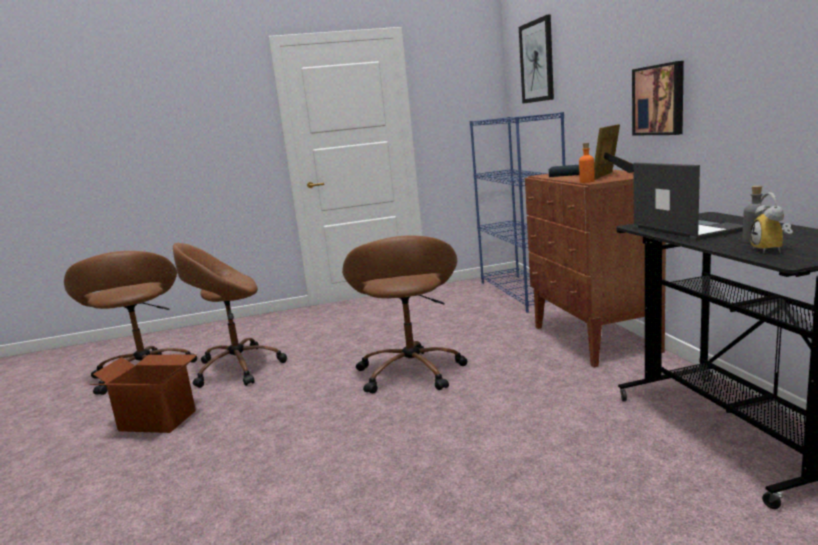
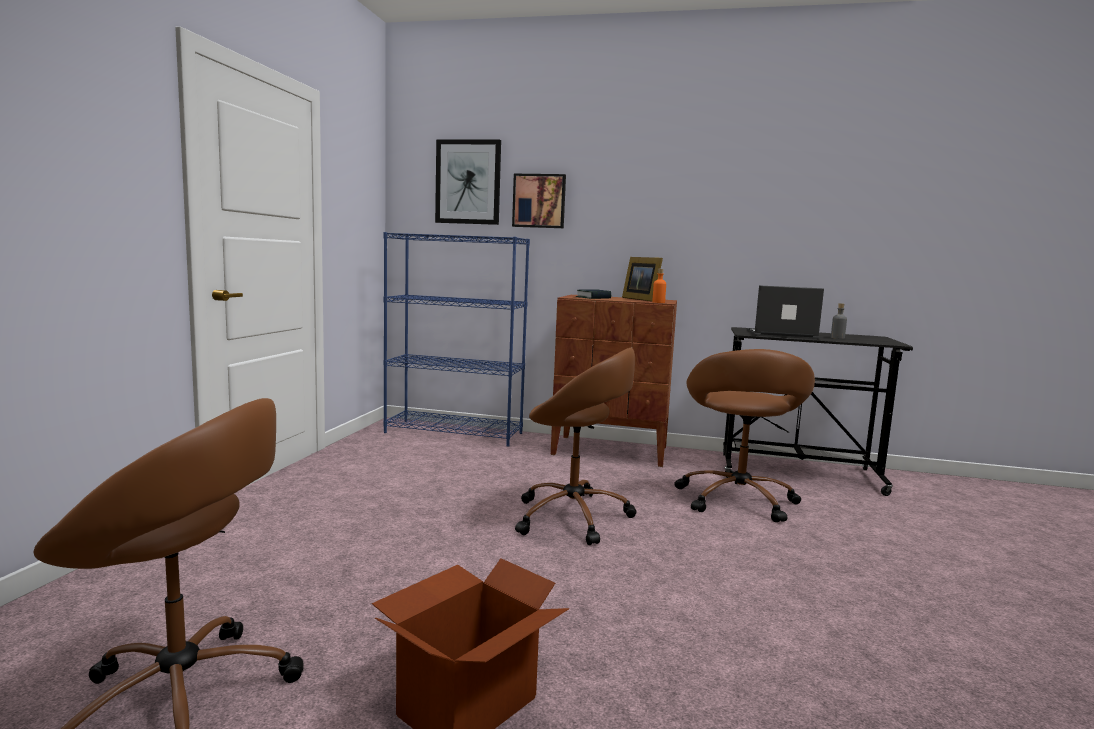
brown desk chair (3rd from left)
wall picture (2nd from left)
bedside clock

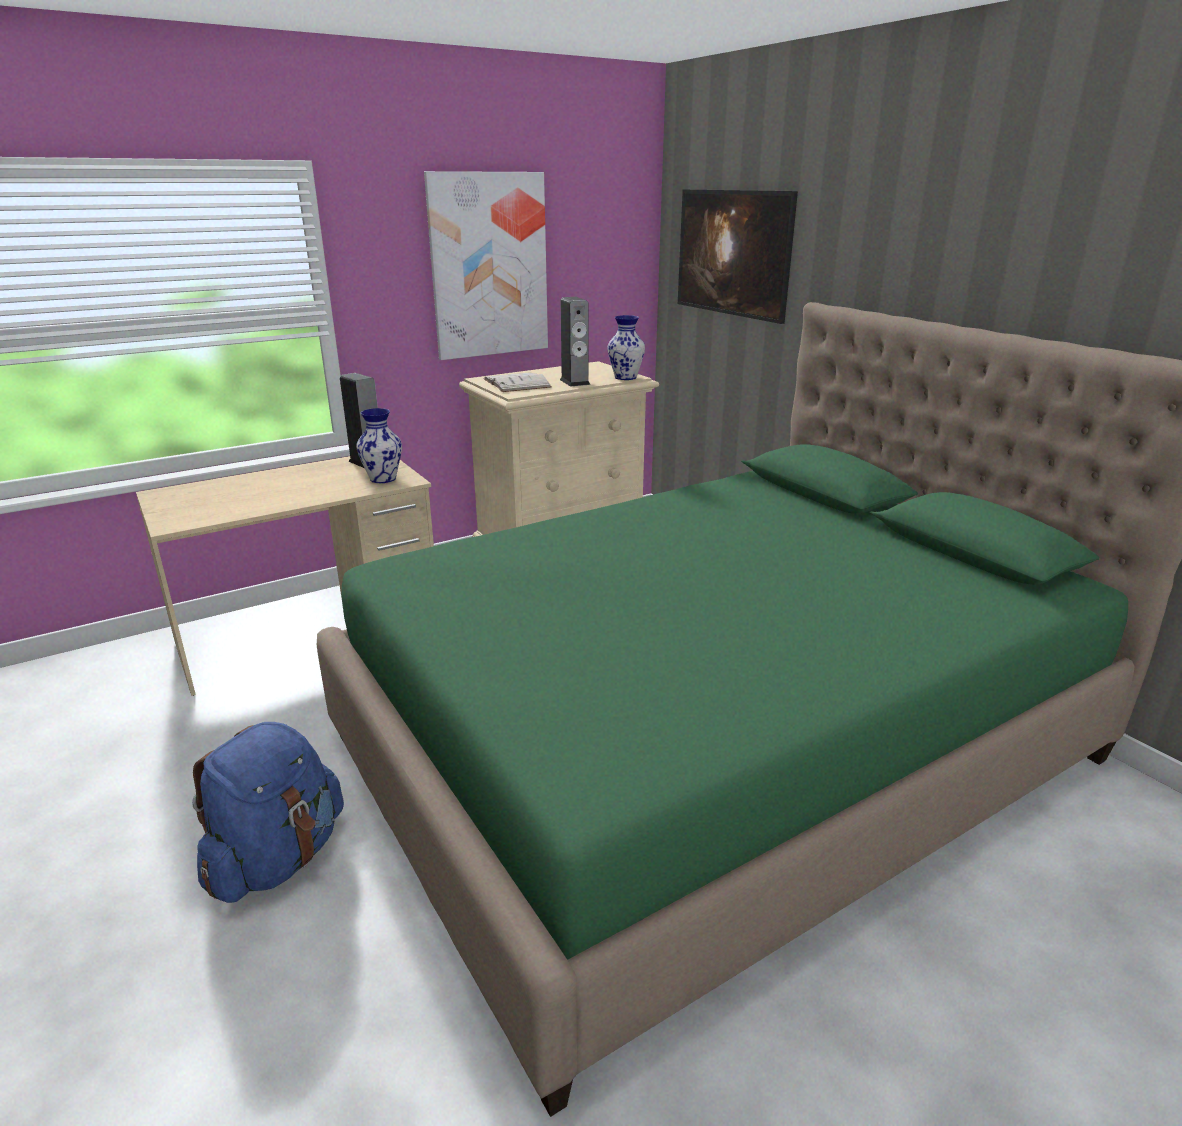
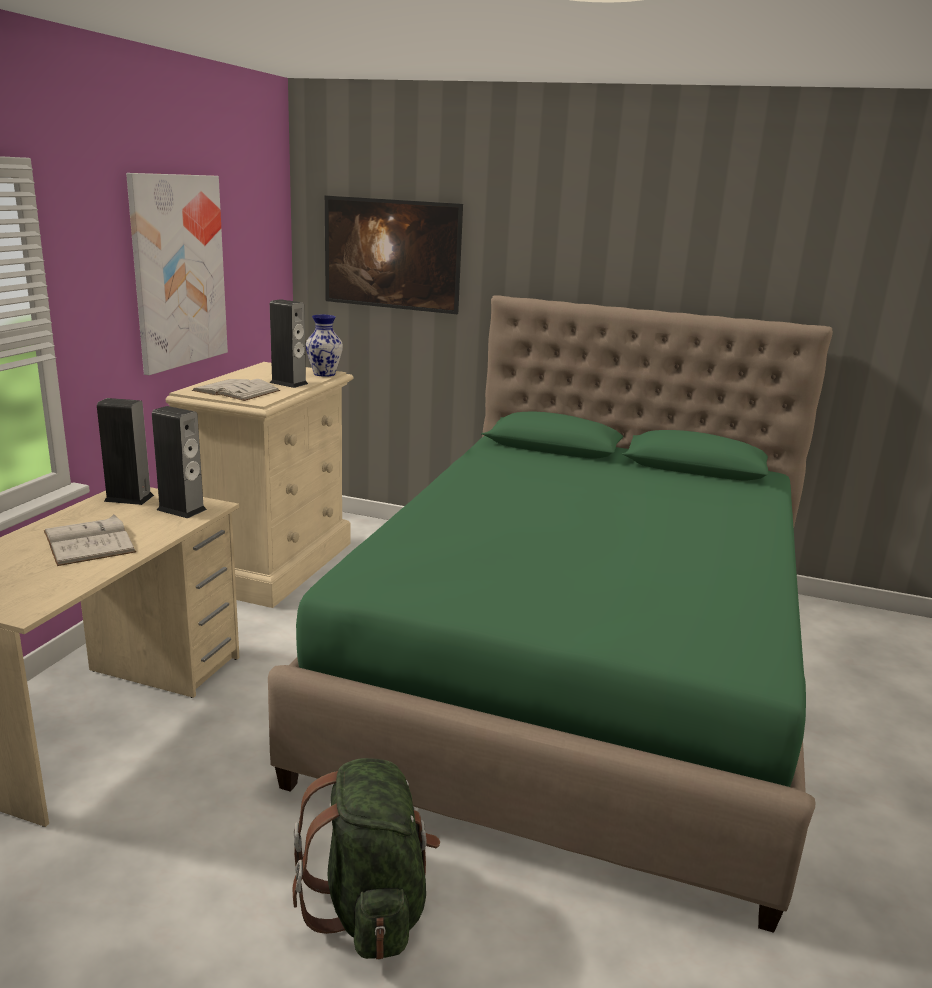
greenish rucksack
audio speaker (2nd from left)
whitish book (1st from left)

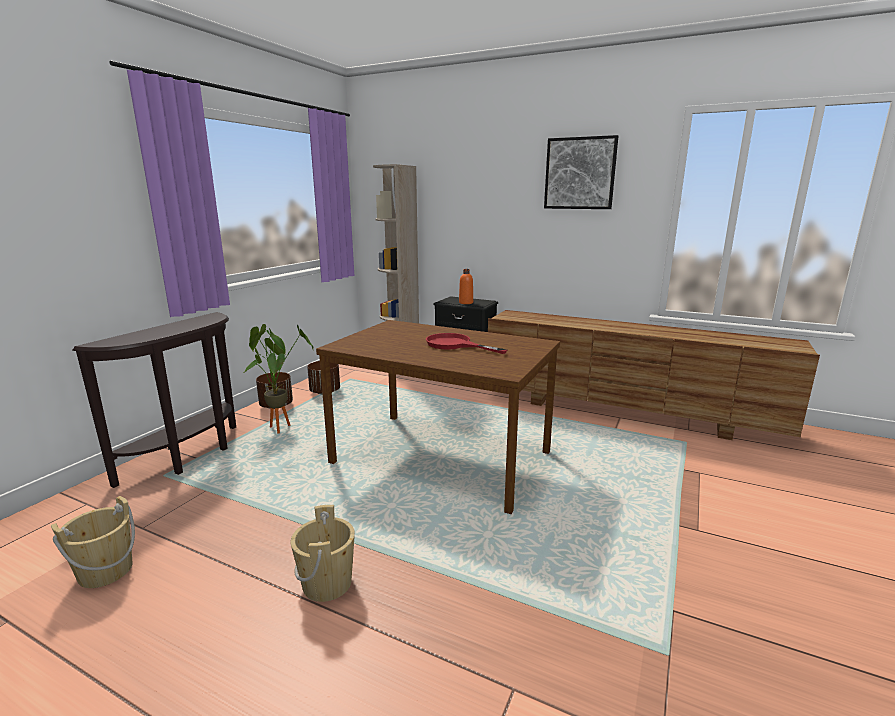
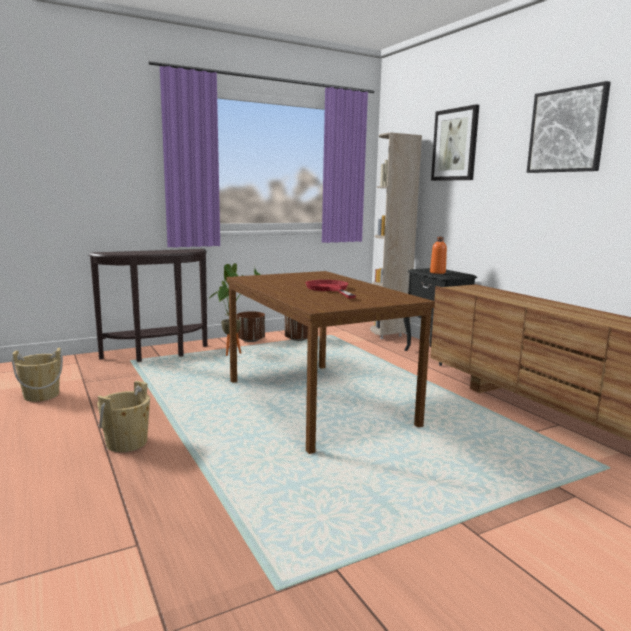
wall picture (1st from left)

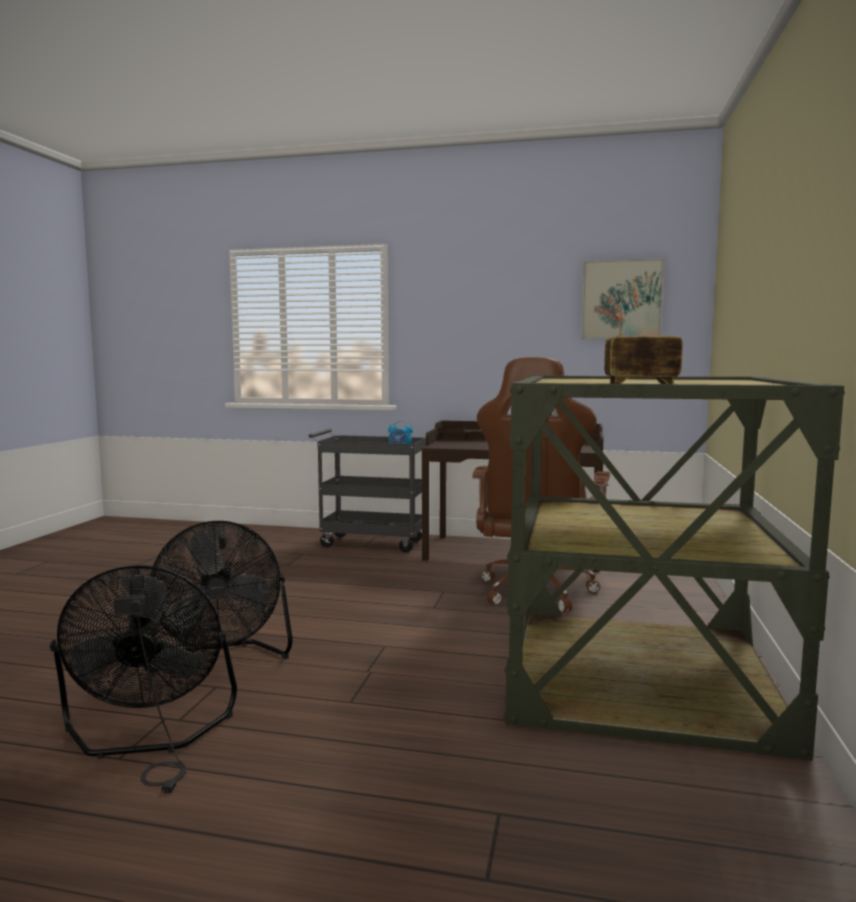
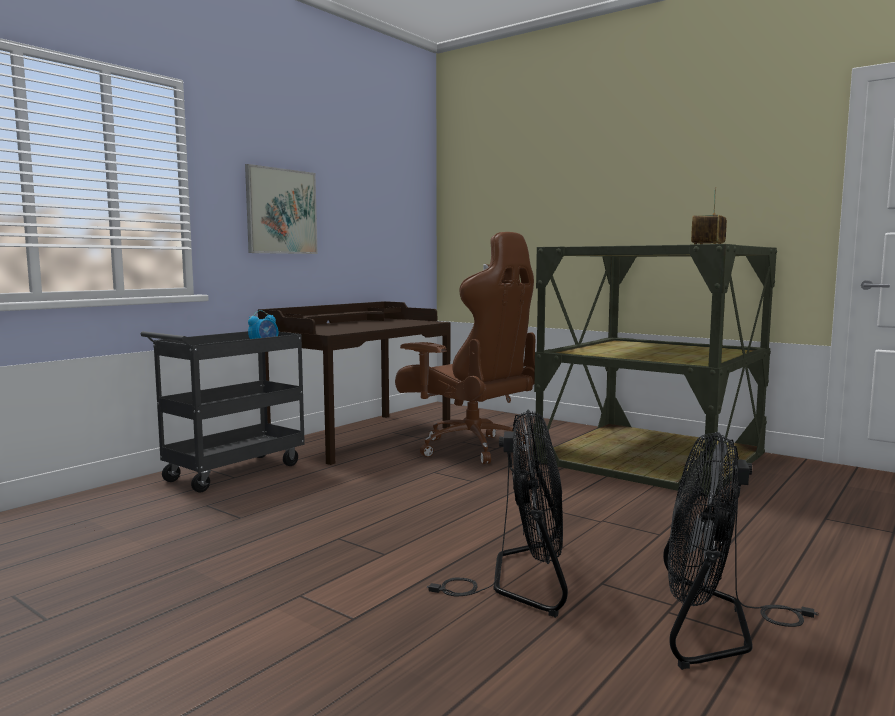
wall picture

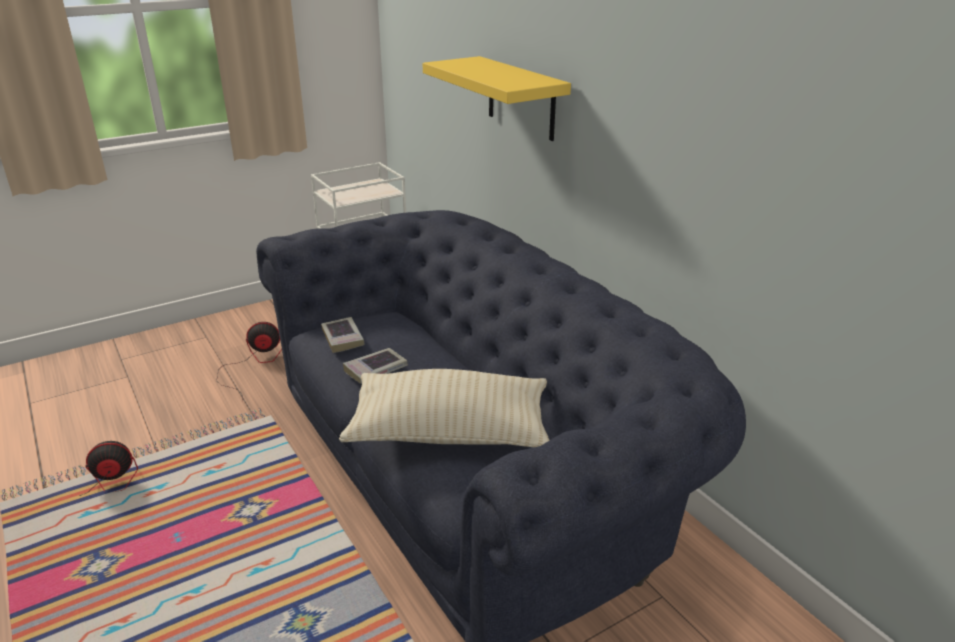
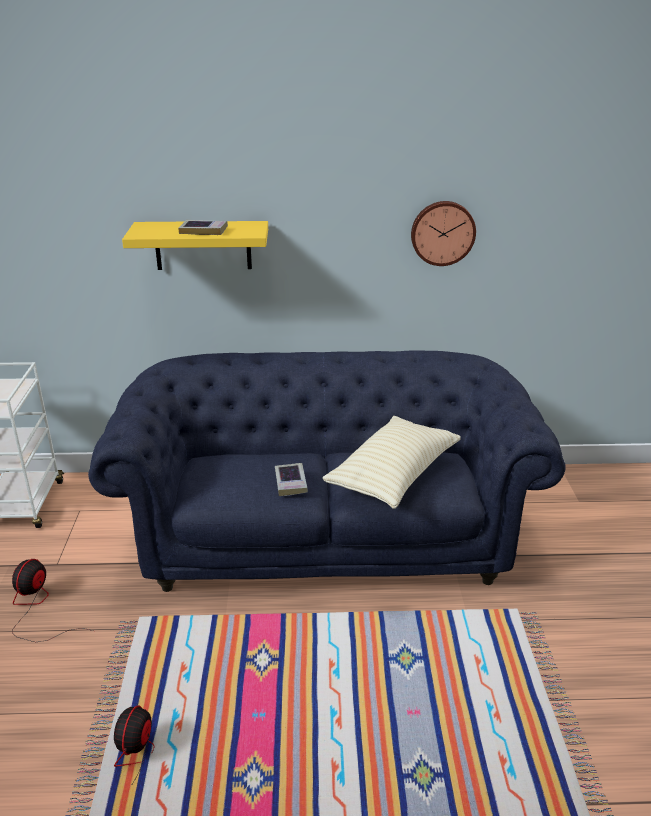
book (1st from left)
wall clock

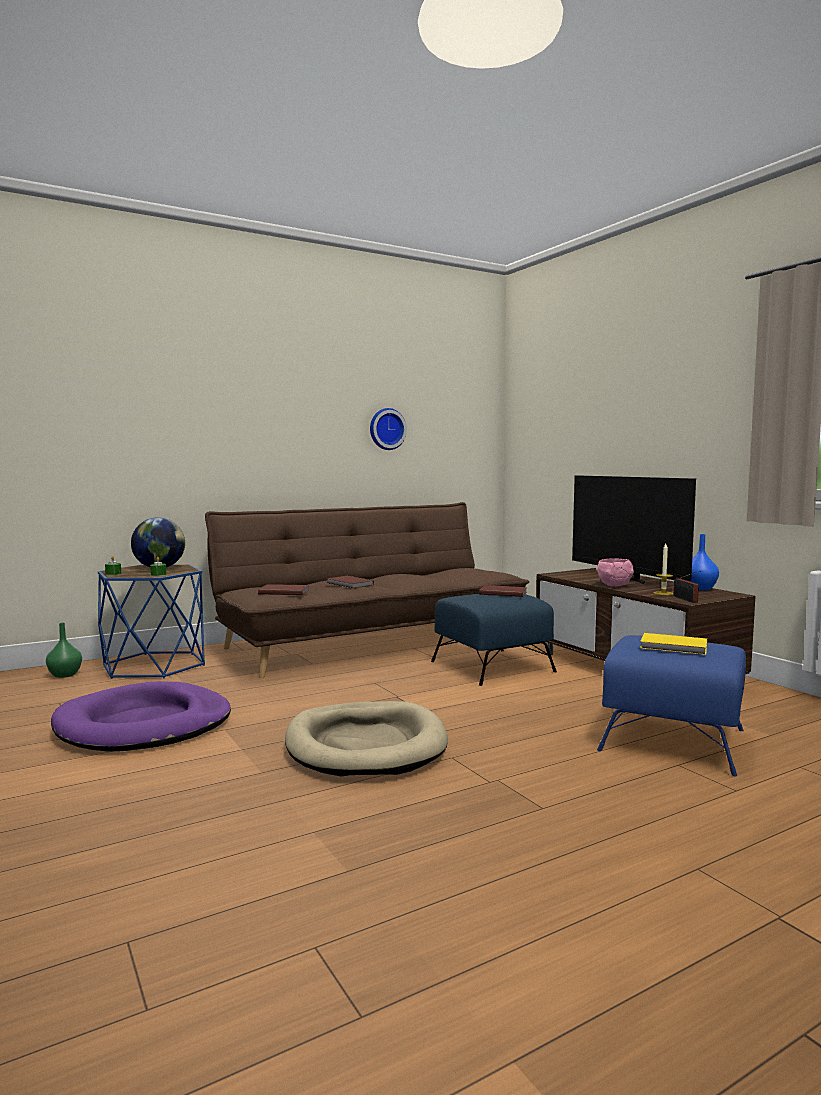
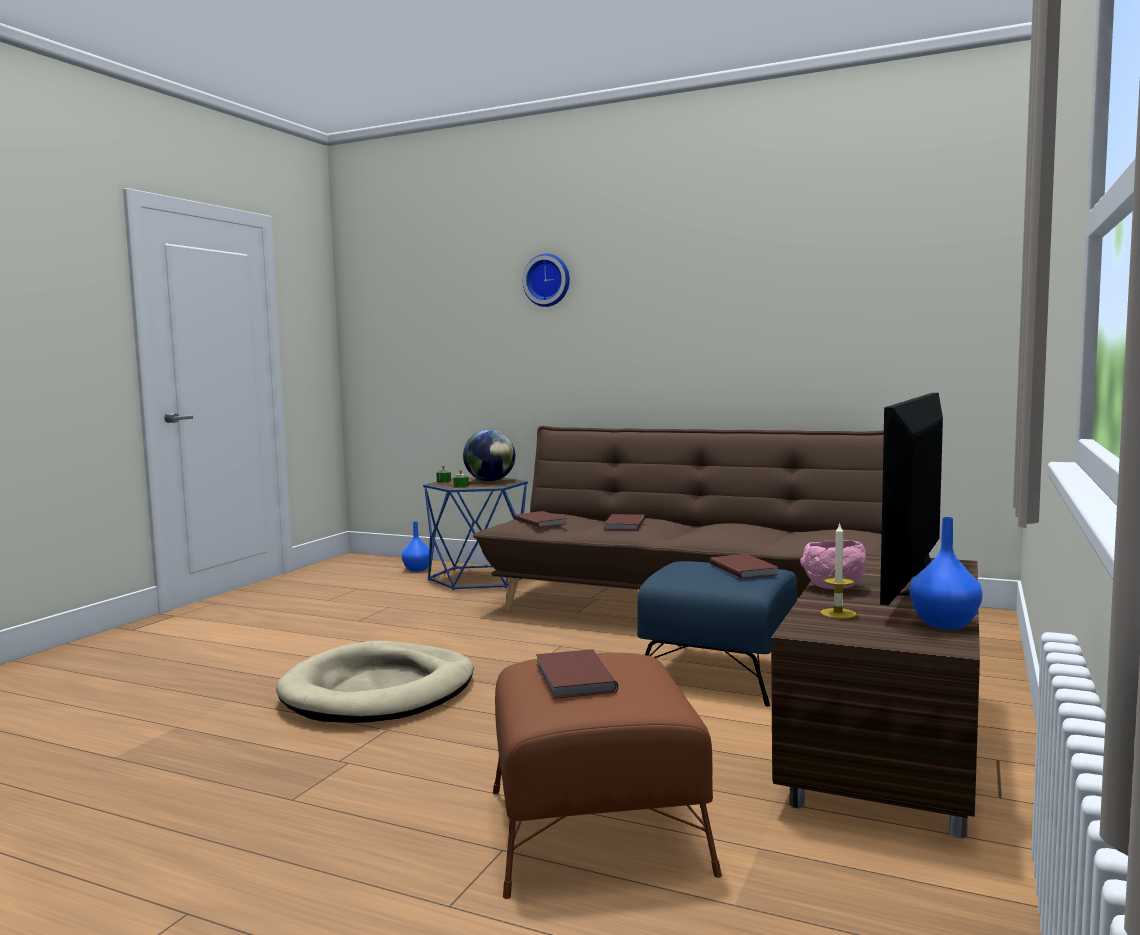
blue-coloured vase (1st from left)
purplish dog cushion
wall clock
brown ottoman
brown book (2nd from left)
radio set

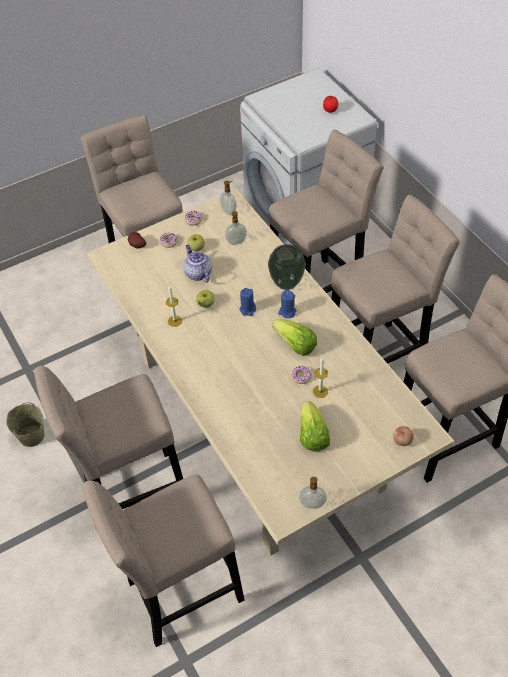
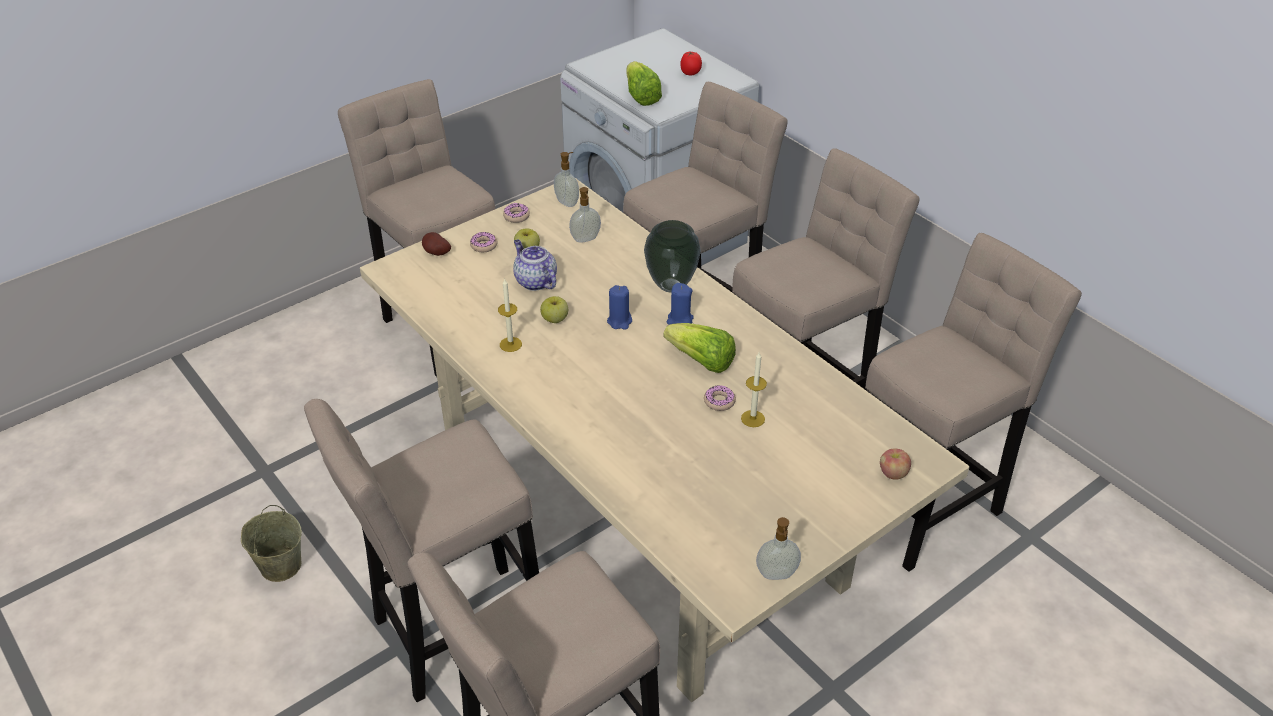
head of lettuce (1st from left)

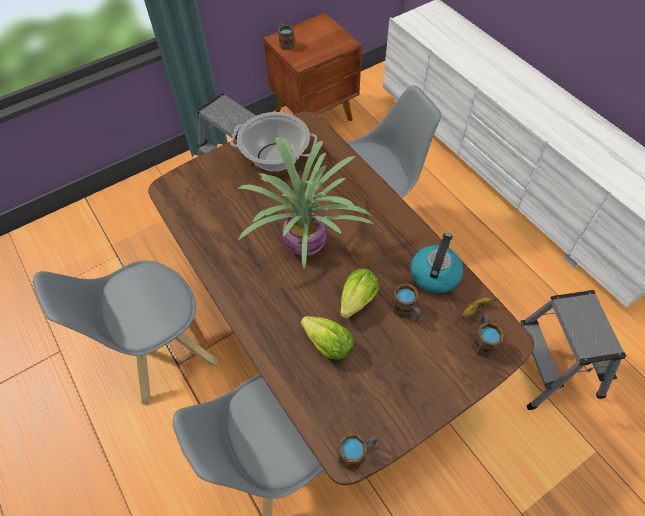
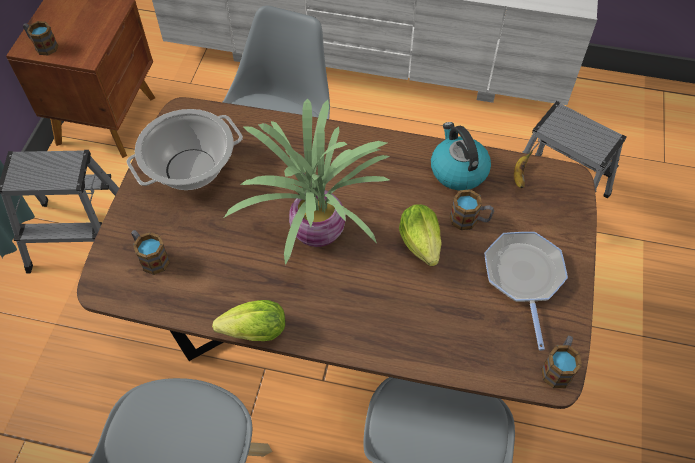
head of lettuce (1st from left)
mug (2nd from left)
frying pan

